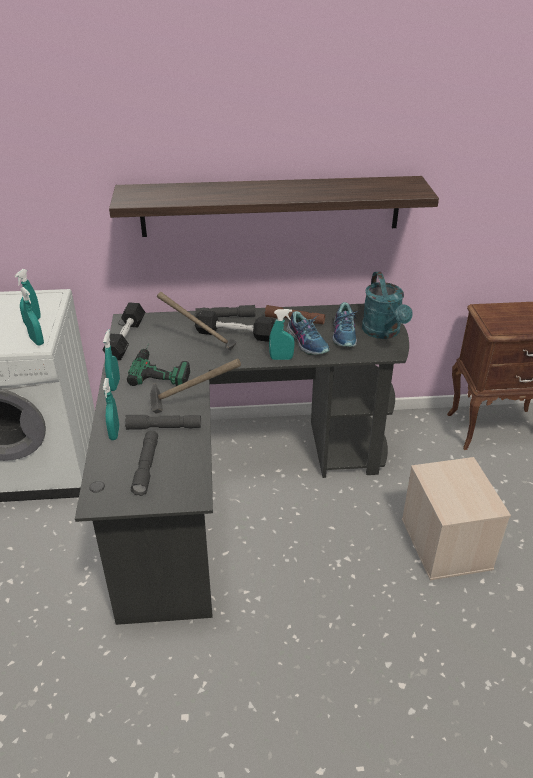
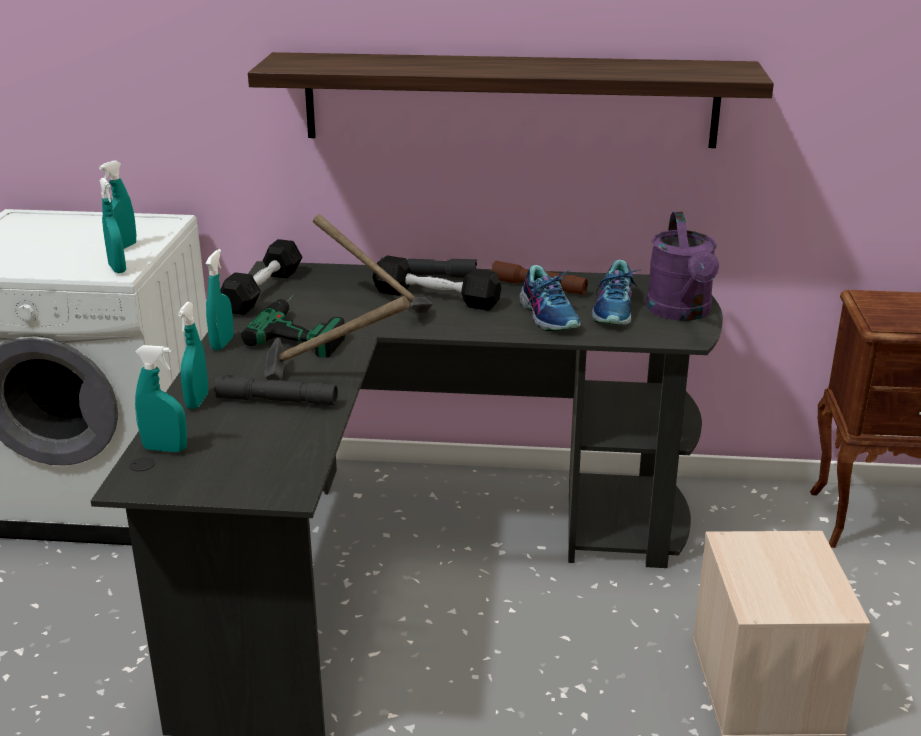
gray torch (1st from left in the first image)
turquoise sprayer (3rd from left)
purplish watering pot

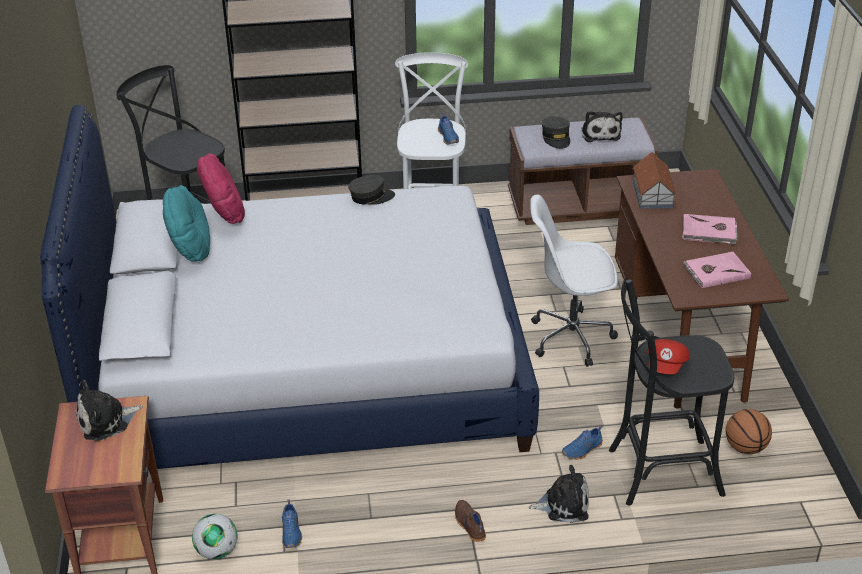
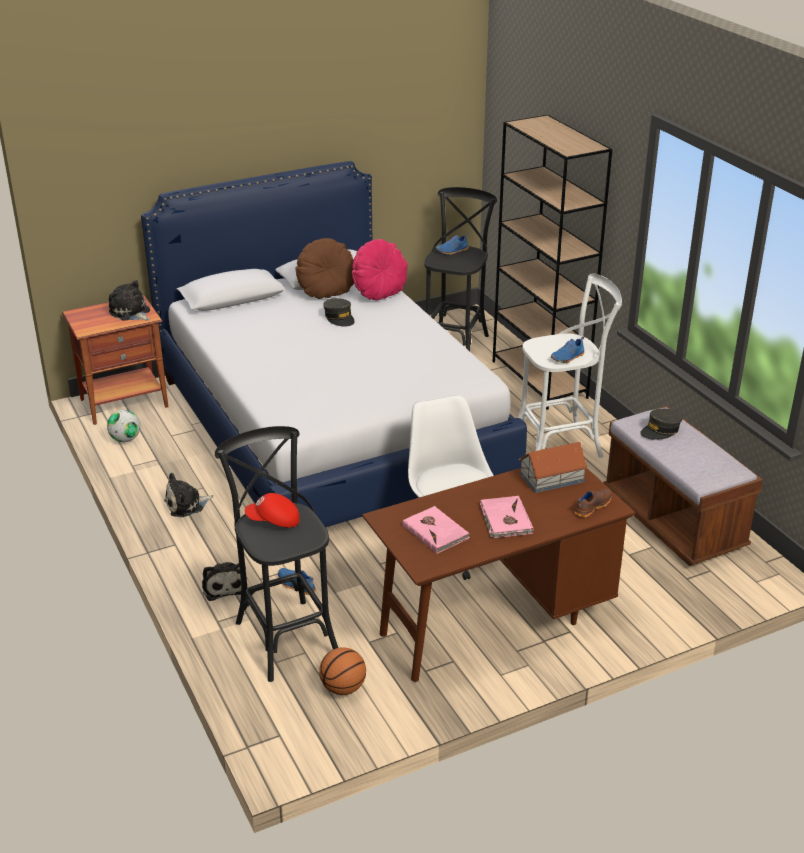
brown throw pillow
blue-coloured shoe (2nd from left)
gray peaked cap (1st from left)
brown shoe
soft toy (2nd from left)

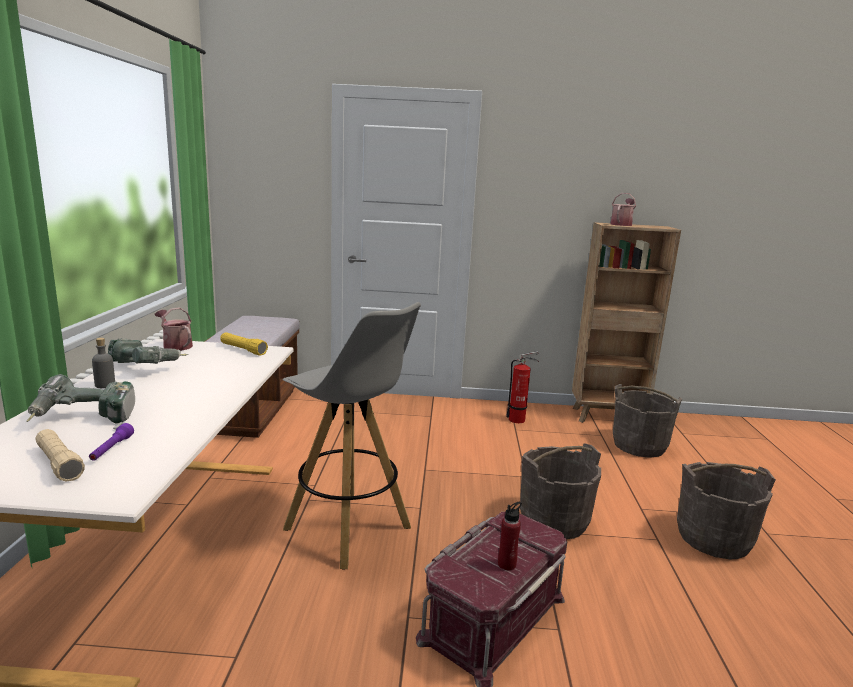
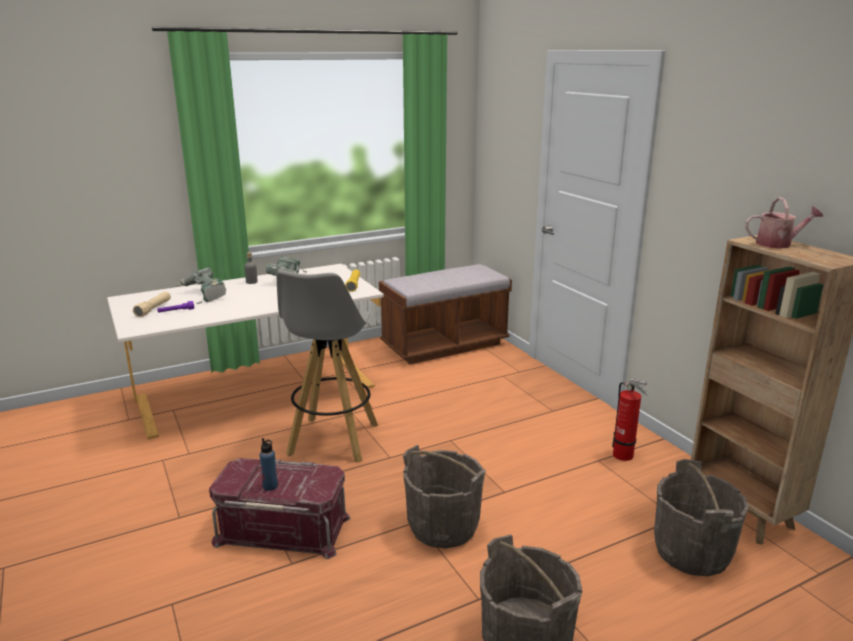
watering pot (1st from left in the first image)
blue-coloured beverage bottle

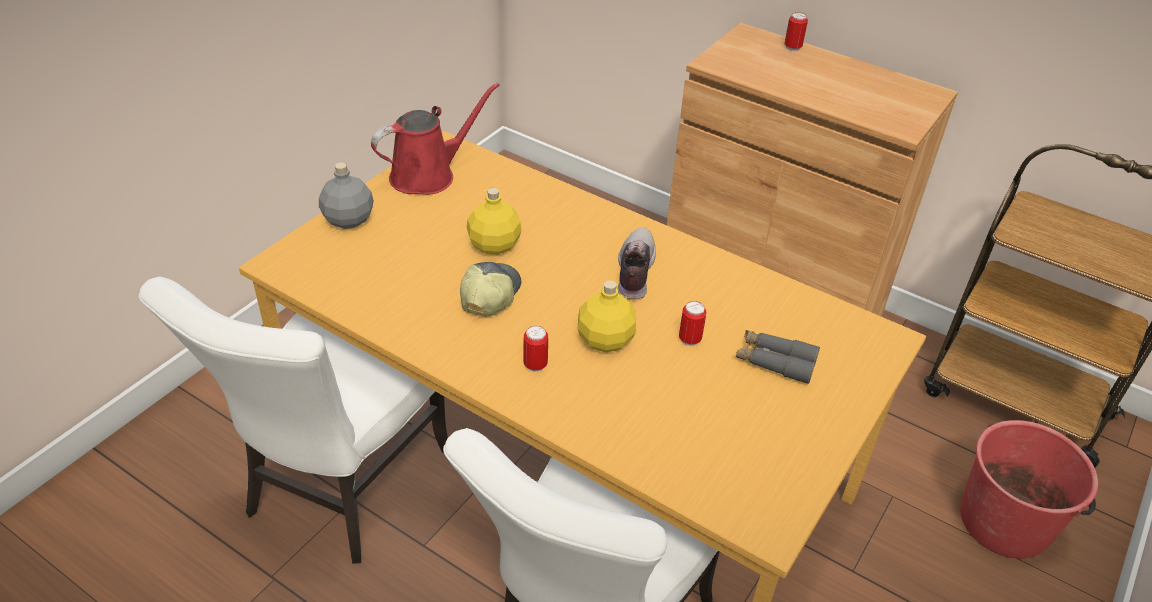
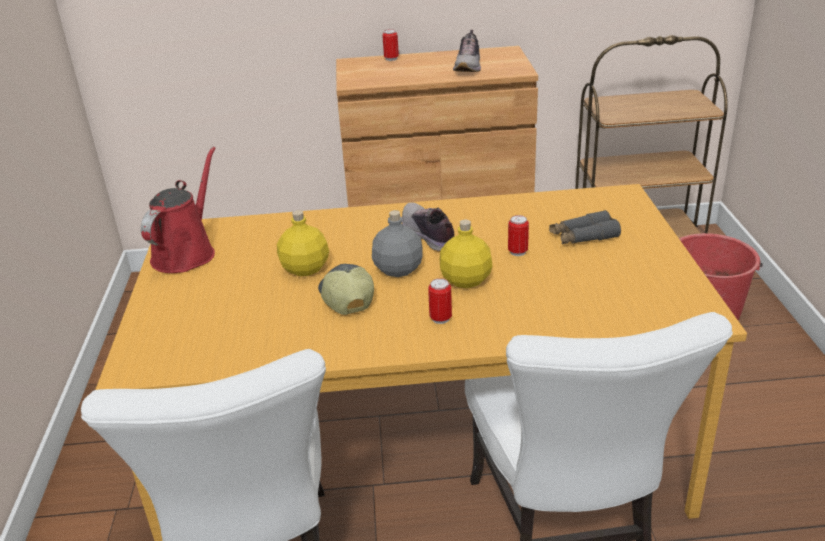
gray beverage bottle
shoe (2nd from left)

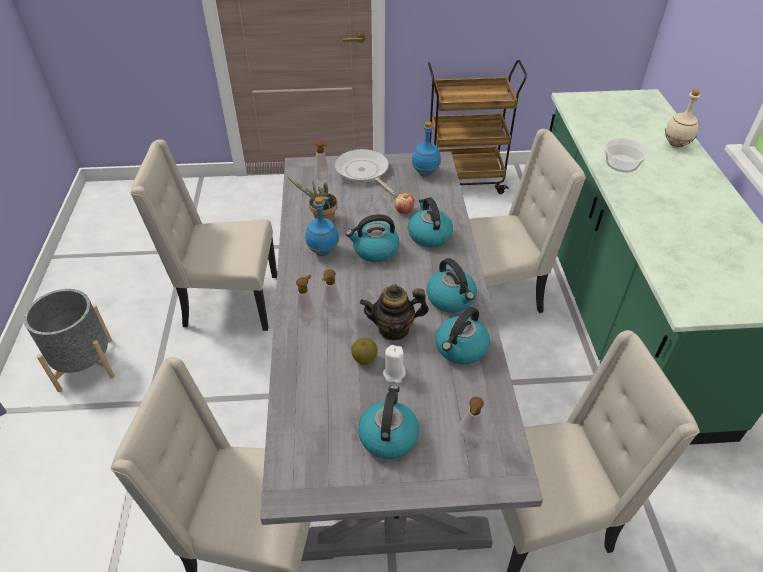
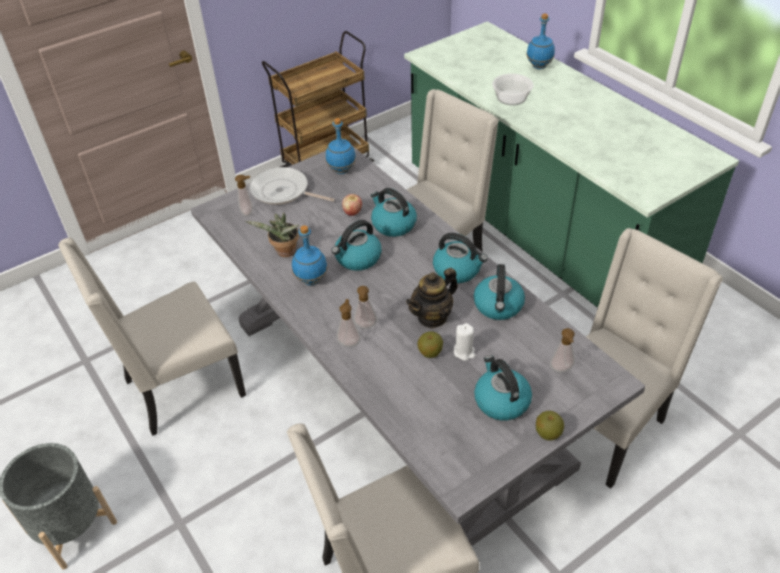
blue-coloured beverage bottle (3rd from left)
apple fruit (3rd from left)

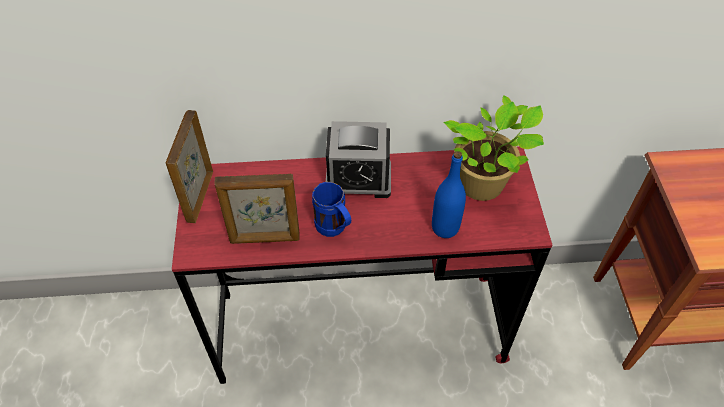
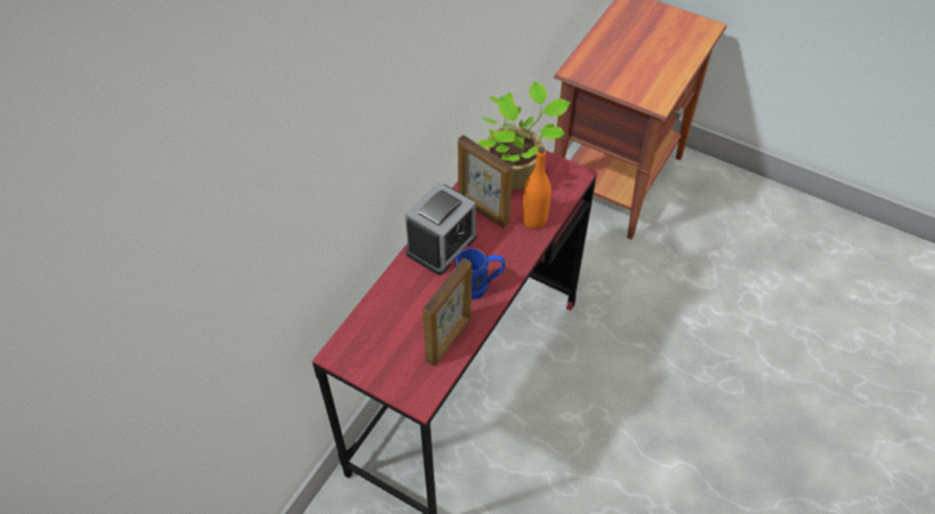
standing frame (2nd from left)
orange-coloured beverage bottle

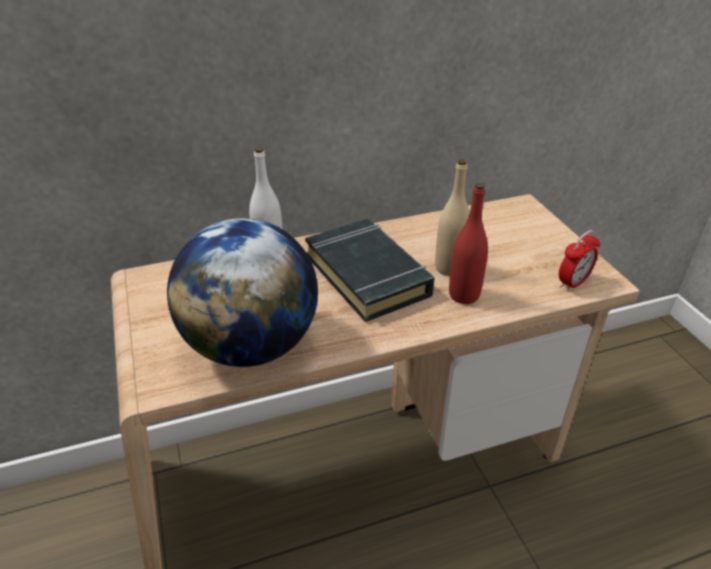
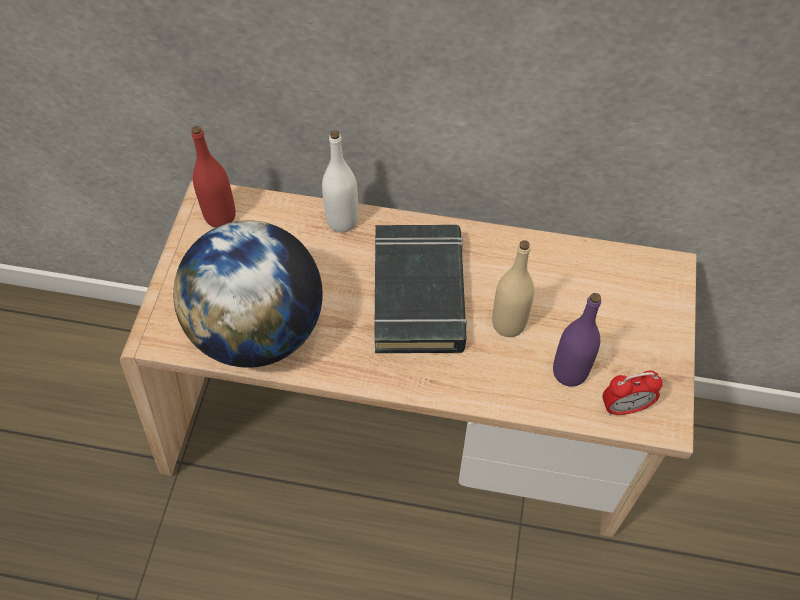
reddish beverage bottle
purplish beverage bottle

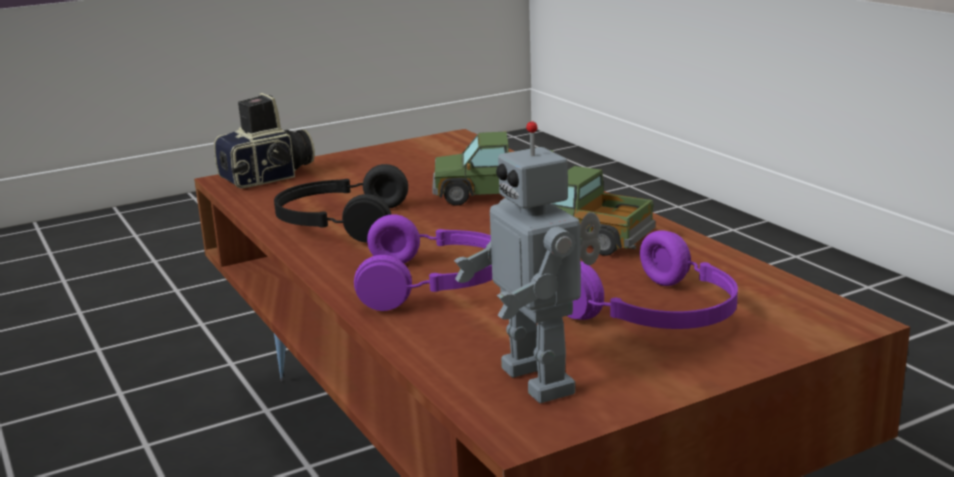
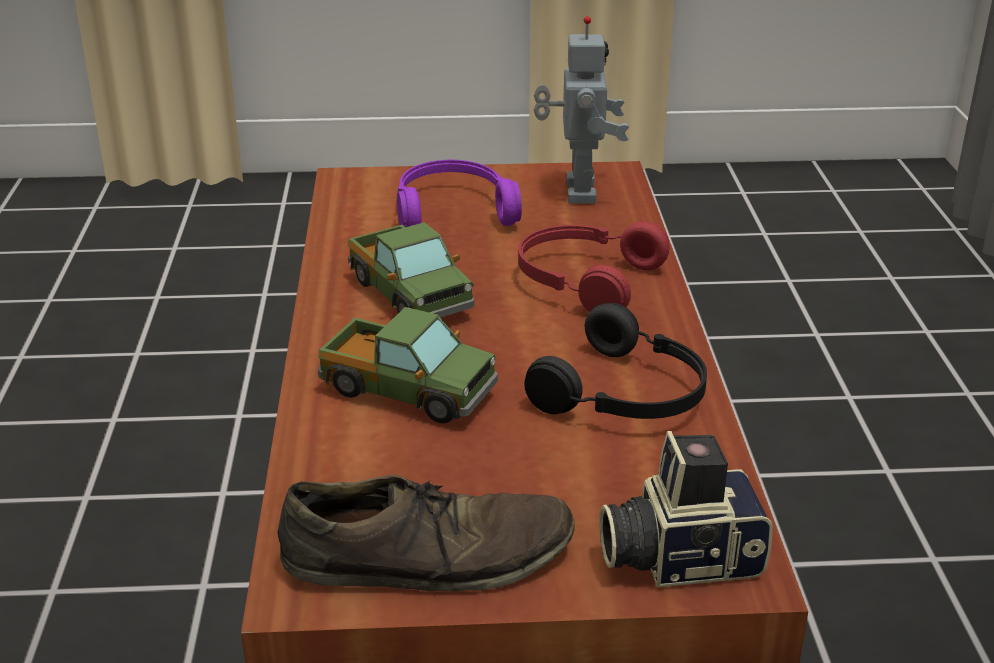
reddish headphones
brown shoe

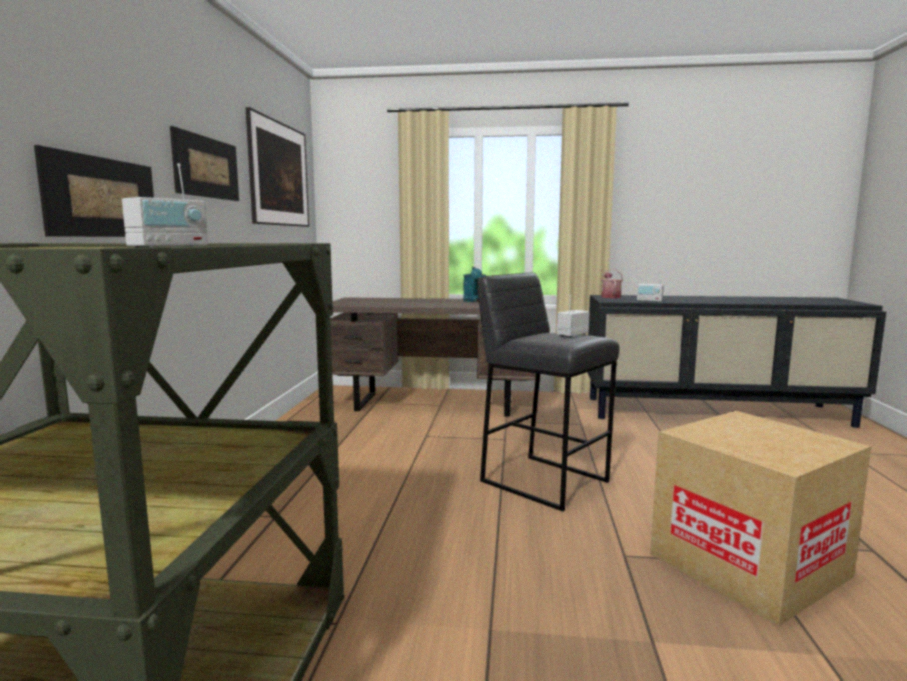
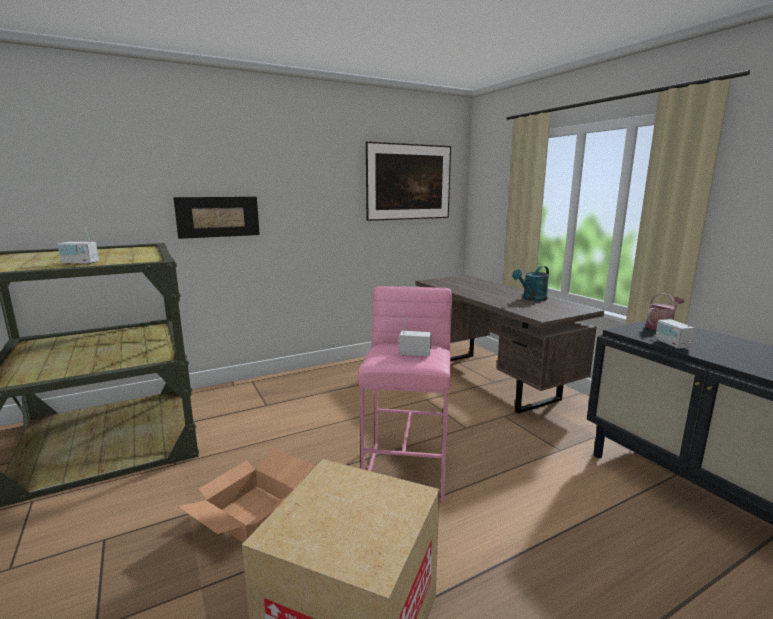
wall picture (2nd from left in the first image)
pink-coloured stool seat
carton (1st from left)

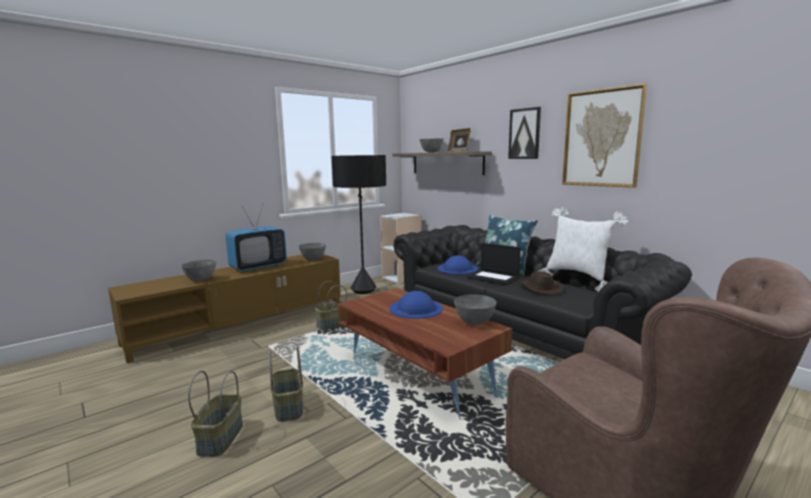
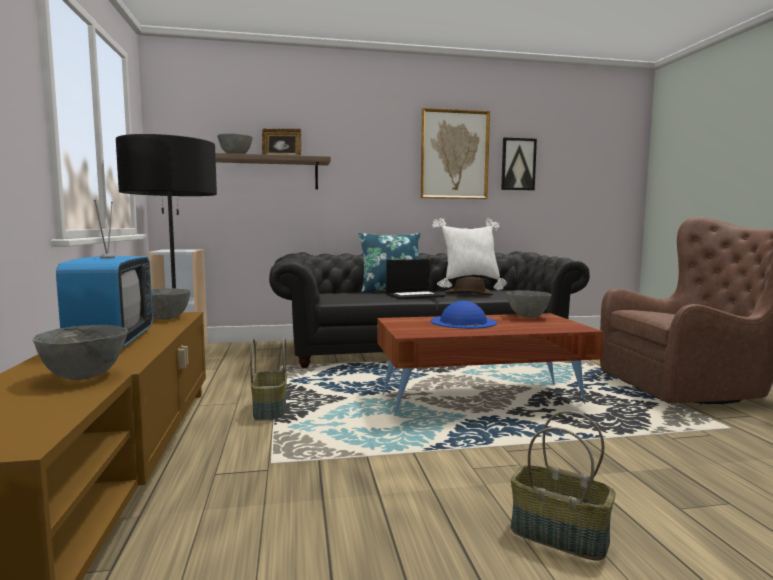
basket (2nd from left in the first image)
blue-coloured wearable hat (2nd from left in the first image)
wall picture (2nd from left)

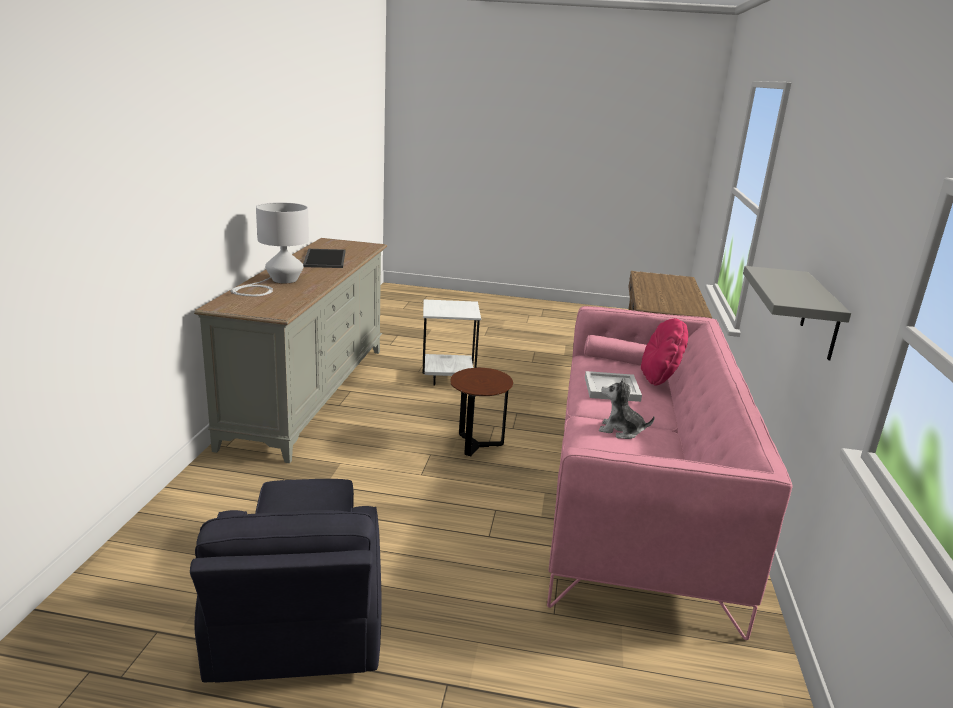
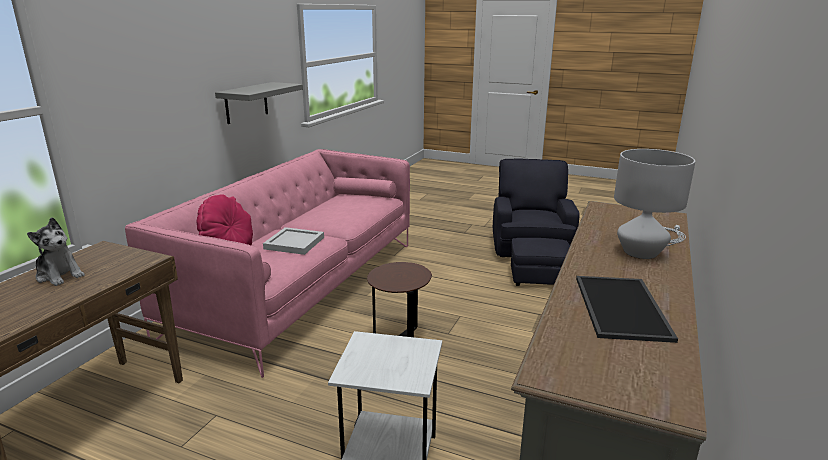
soft toy

